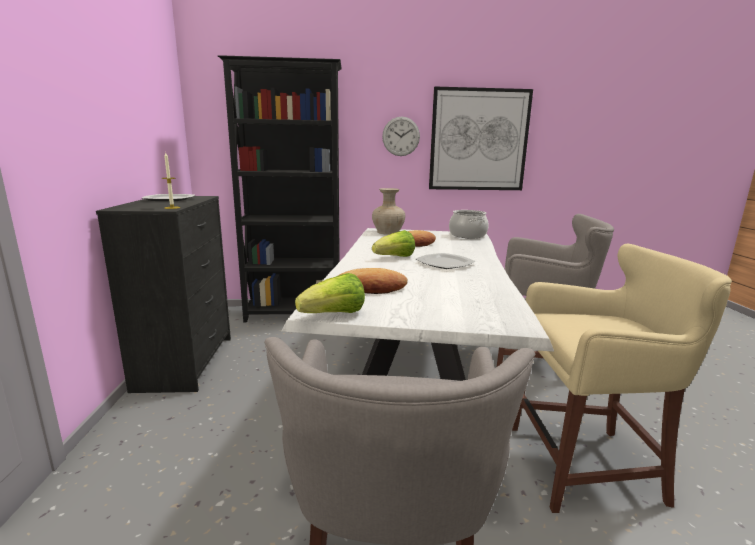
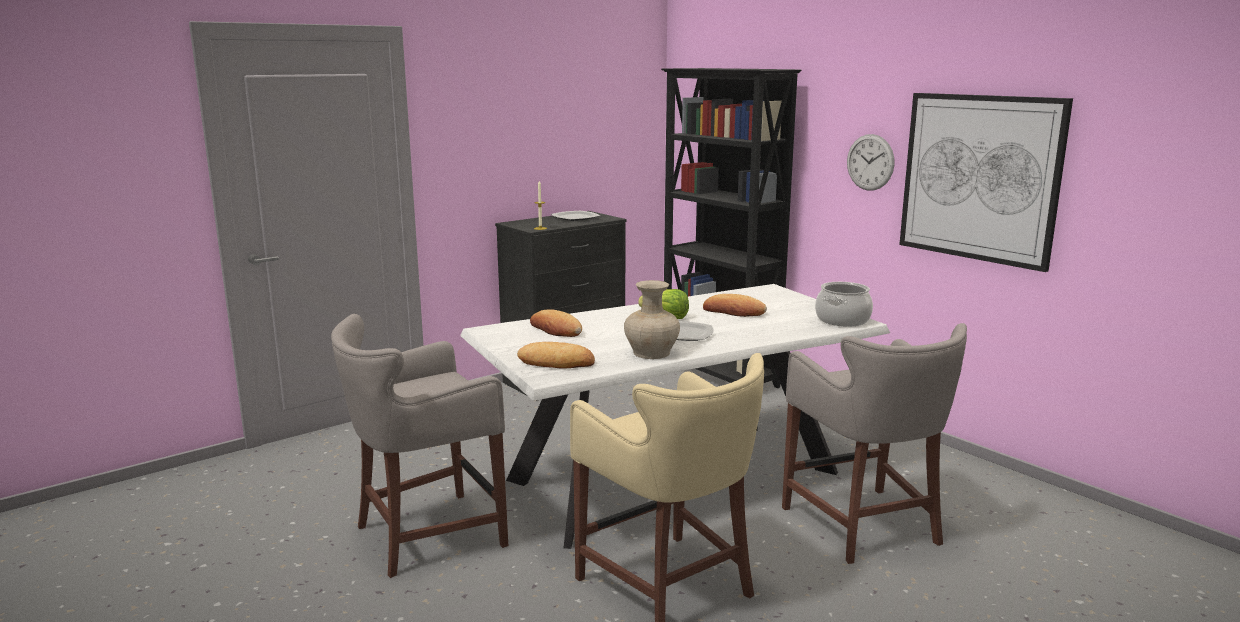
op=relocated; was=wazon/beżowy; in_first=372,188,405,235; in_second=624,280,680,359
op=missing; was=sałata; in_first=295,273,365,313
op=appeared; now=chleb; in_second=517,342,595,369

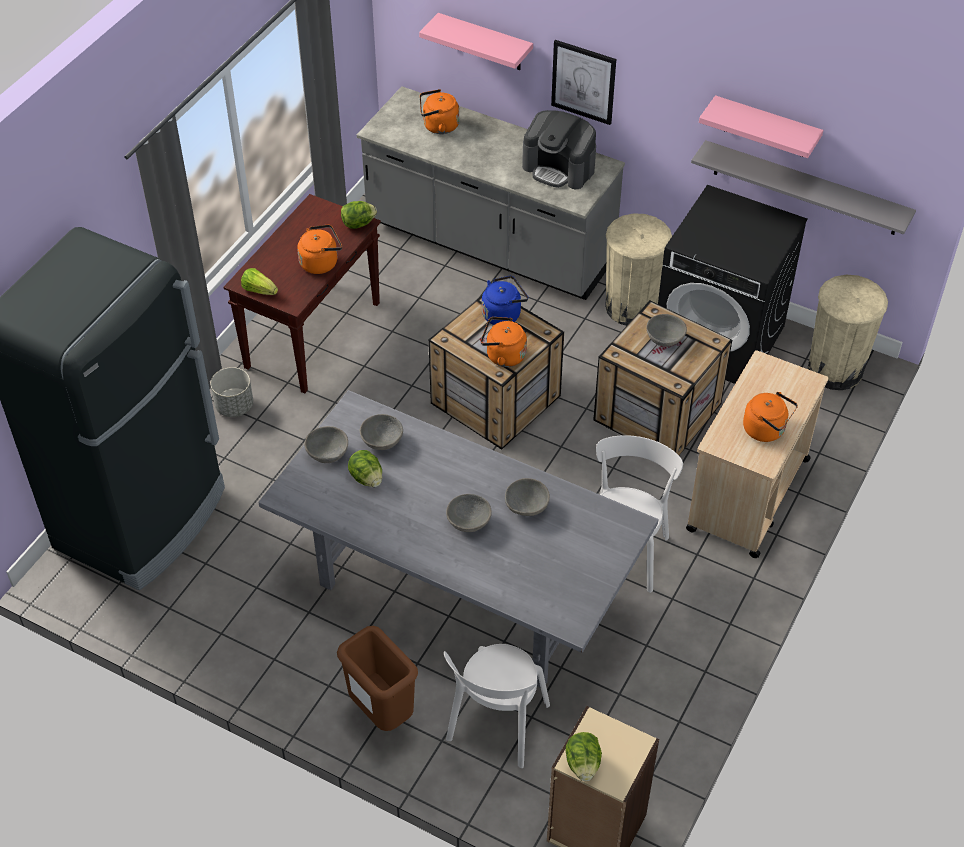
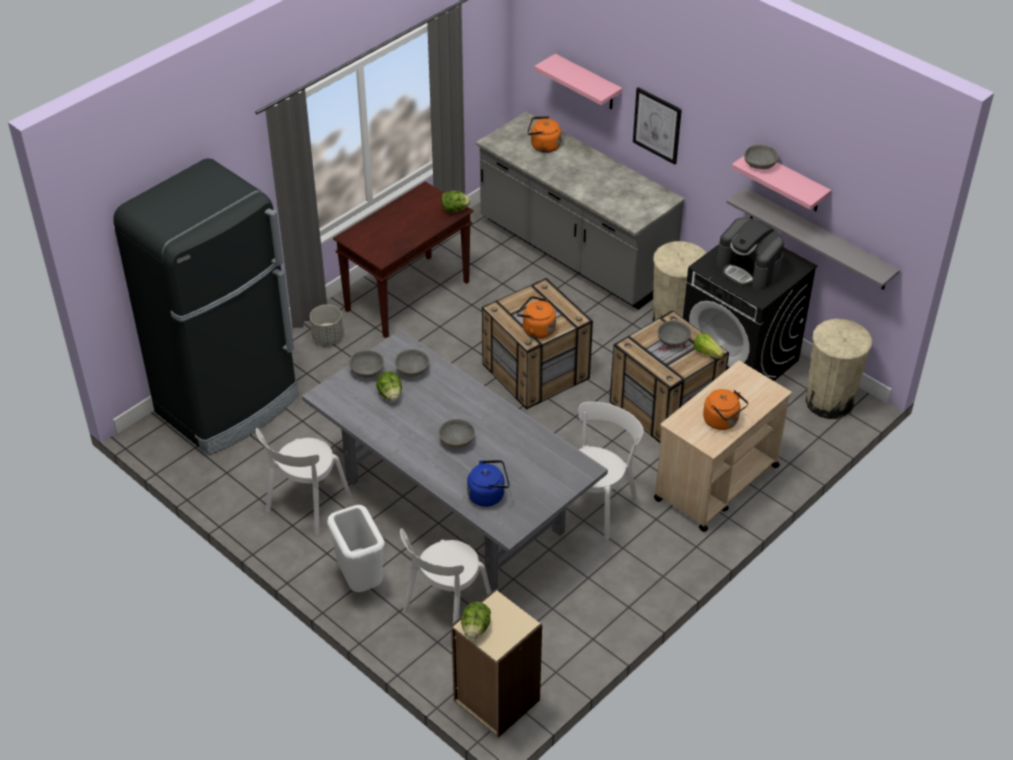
op=relocated; was=ekspres do kawy; in_first=522,110,596,189; in_second=716,218,784,291
op=missing; was=czajnik/pomarańczowy; in_first=297,224,342,274
op=relocated; was=sałata; in_first=241,268,278,295; in_second=693,333,724,359
op=relocated; was=czajnik/niebieski; in_first=482,276,528,325; in_second=467,460,509,507
op=relocated; was=miska/szary; in_first=505,478,550,516; in_second=744,144,779,169
op=colour; was=kosz na śmieci/brązowy; now=kosz na śmieci/biały; in_first=337,626,418,731; in_second=327,505,385,592
op=appeared; now=krzesło/biały; in_second=256,428,351,535

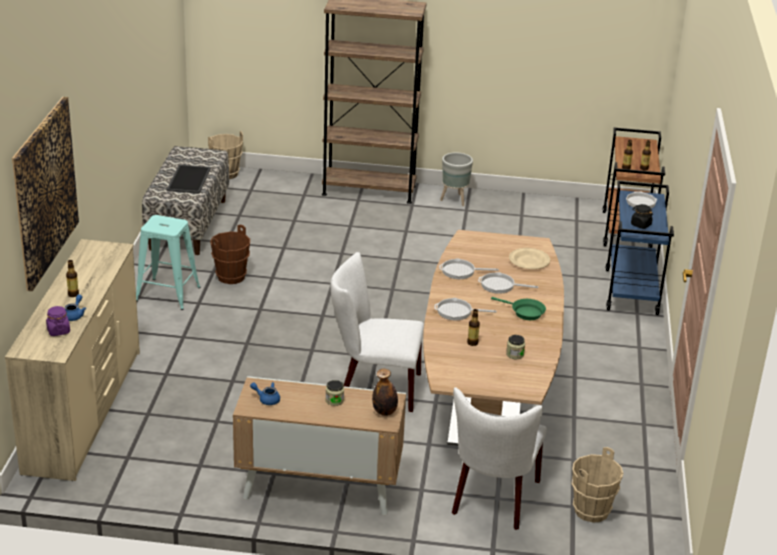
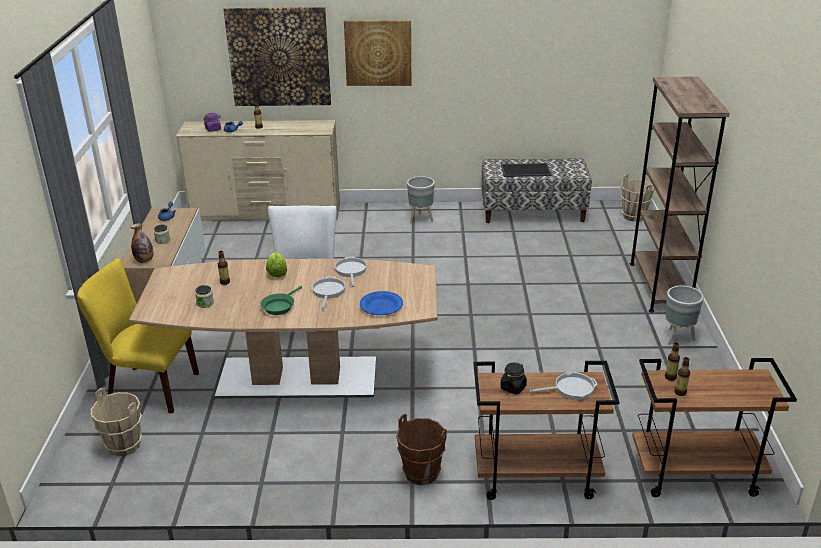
op=colour; was=wózek/niebieski; now=wózek/brązowy; in_first=606,181,674,315; in_second=473,361,620,500
op=exchanged; was=stołek/turkusowy; now=donica/szary; in_first=136,215,201,310; in_second=407,176,435,223
op=relocated; was=wiadro/brązowy; in_first=210,225,250,284; in_second=396,414,447,485
op=colour; was=talerz/beżowy; now=talerz/niebieski; in_first=509,248,550,269; in_second=360,291,403,315
op=exchanged; was=patelnia; now=sałata; in_first=434,298,497,320; in_second=266,252,287,277
op=colour; was=krzesło/biały; now=krzesło/żółty; in_first=452,387,547,530; in_second=77,258,199,413
op=appeared; now=obraz; in_second=344,20,411,86

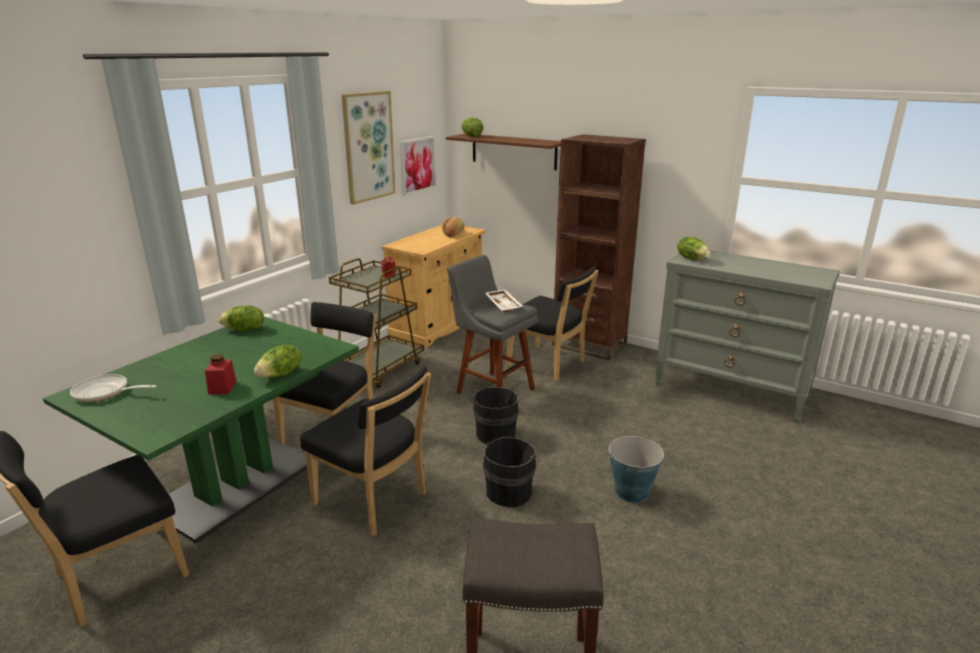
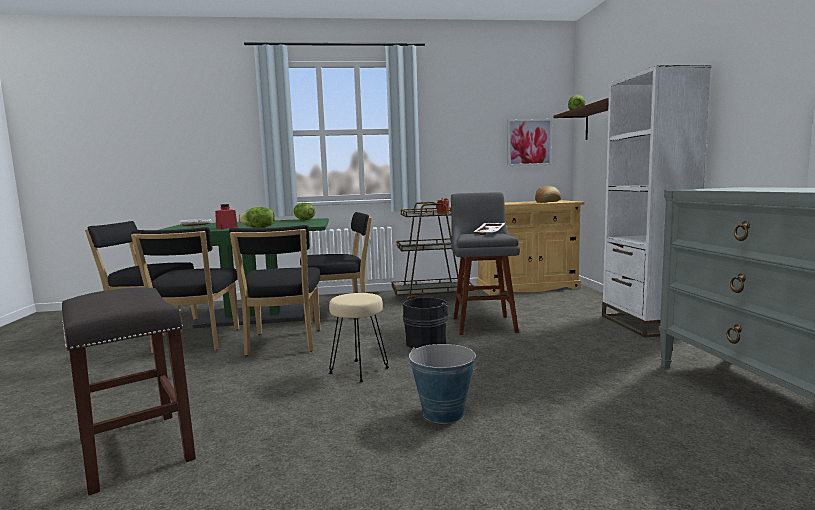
op=missing; was=obraz; in_first=342,91,396,205
op=colour; was=regał/brązowy; now=regał/biały; in_first=552,134,646,361; in_second=602,65,711,338
op=missing; was=sałata; in_first=677,237,710,260
op=relocated; was=krzesło/czarny; in_first=506,266,598,382; in_second=131,227,239,353
op=exchanged; was=wiadro/czarny; now=stołek/beżowy; in_first=483,437,541,507; in_second=329,293,389,382

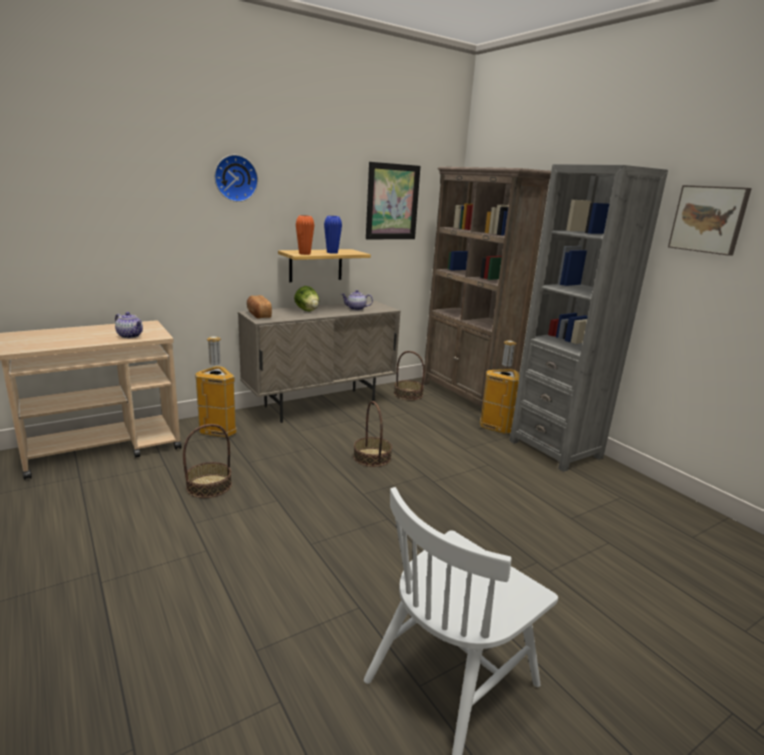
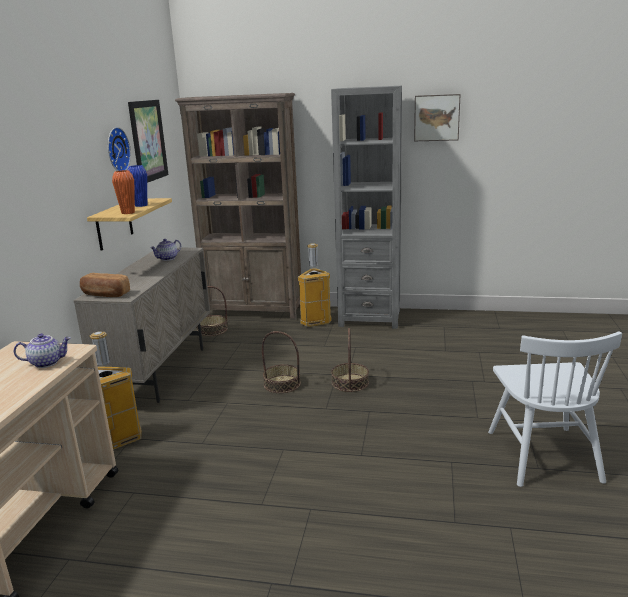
op=relocated; was=zegar ścienny; in_first=214,155,258,202; in_second=108,127,131,171
op=missing; was=sałata; in_first=294,286,319,311
op=relocated; was=koszyk; in_first=183,424,232,498; in_second=331,328,369,392

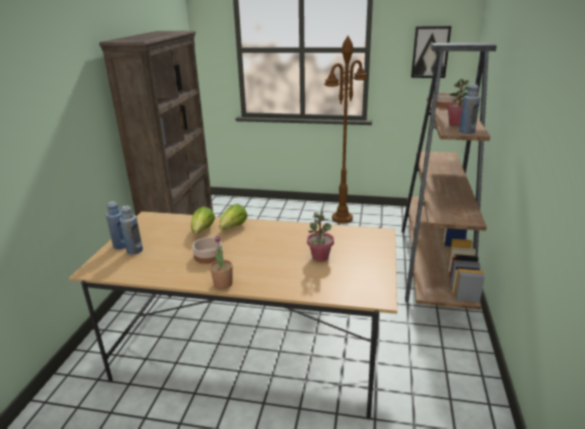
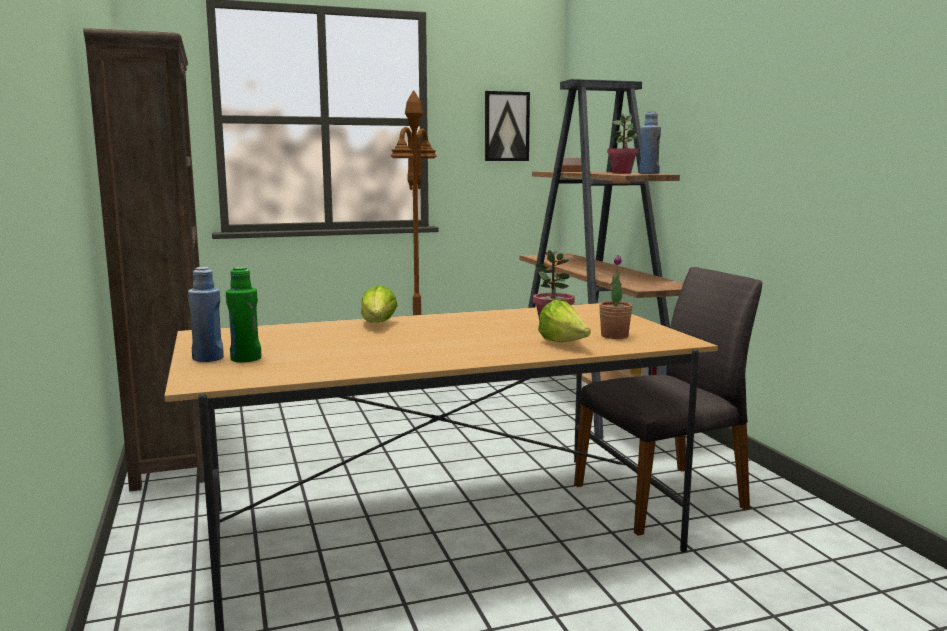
op=colour; was=butelka/niebieski; now=butelka/zielony; in_first=119,205,143,254; in_second=226,267,262,362
op=relocated; was=sałata; in_first=191,206,215,234; in_second=538,300,591,342
op=relocated; was=roślina doniczkowa; in_first=210,235,233,289; in_second=599,255,632,339
op=missing; was=miska; in_first=192,237,223,264
op=appeared; now=krzesło/szary; in_second=574,267,762,536

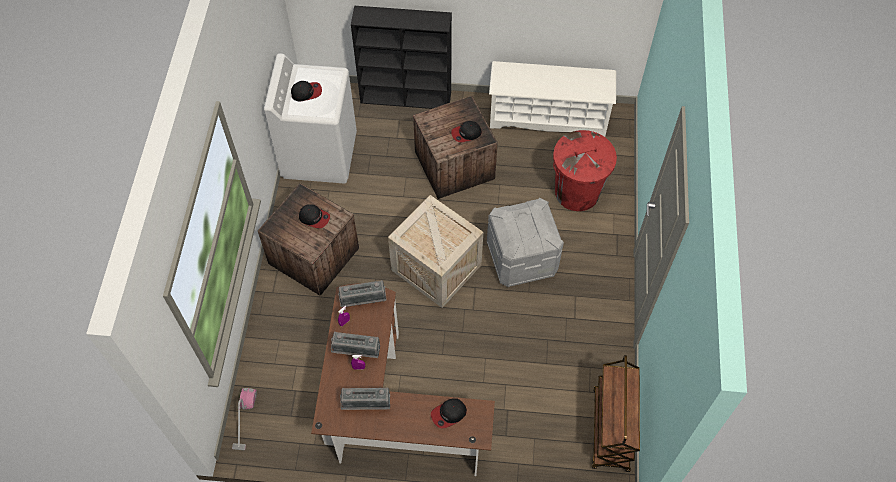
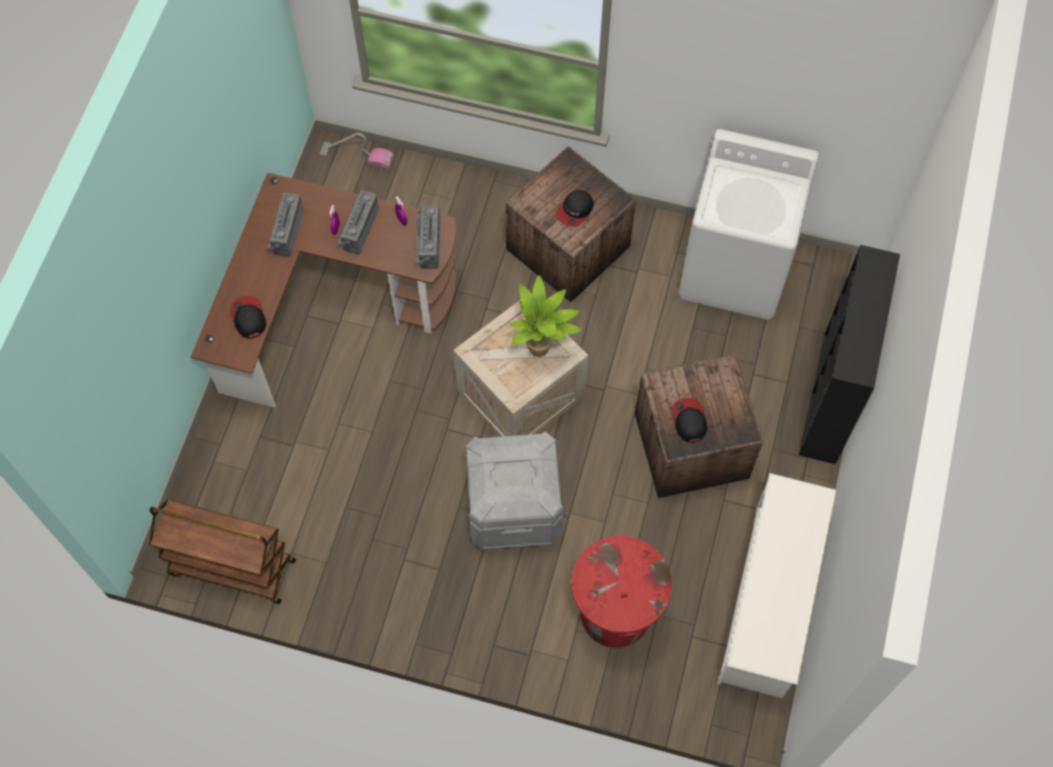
op=missing; was=czapka z daszkiem; in_first=291,81,322,102
op=appeared; now=roślina doniczkowa; in_second=510,275,582,357

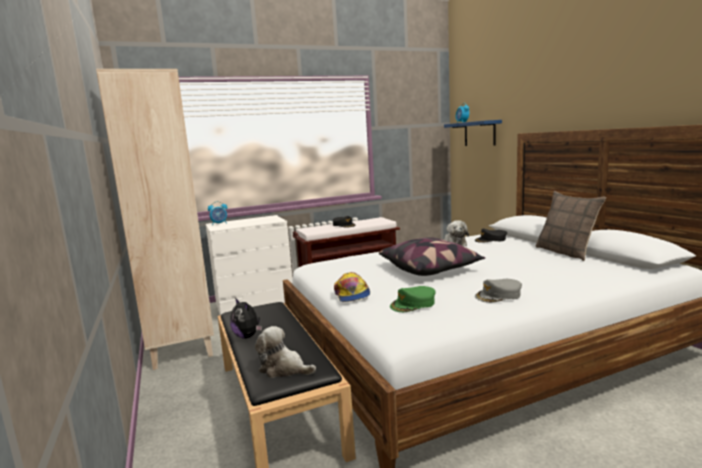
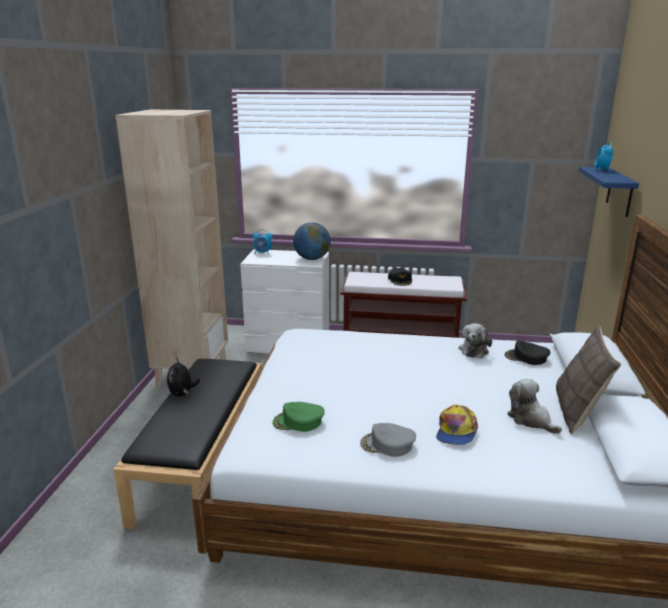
op=missing; was=poduszka; in_first=379,237,486,276
op=relocated; was=czapka z daszkiem; in_first=334,272,370,302; in_second=436,404,478,445
op=relocated; was=pluszak; in_first=255,326,316,378; in_second=507,379,562,434
op=appeared; now=globus; in_second=293,222,331,260

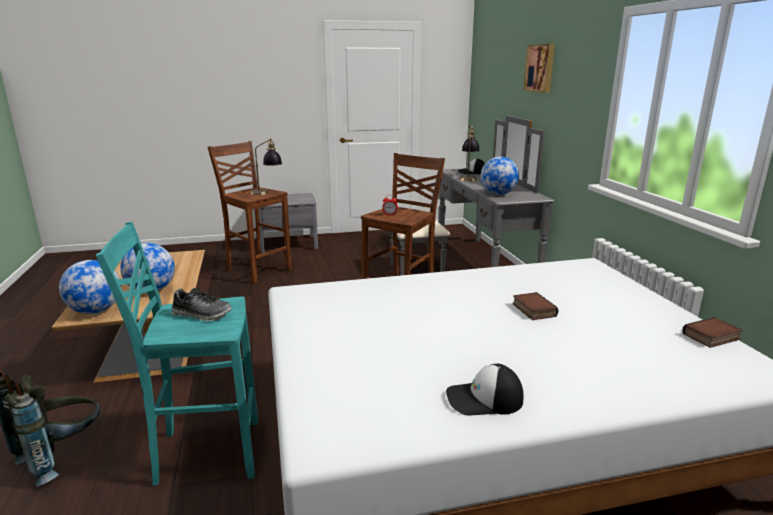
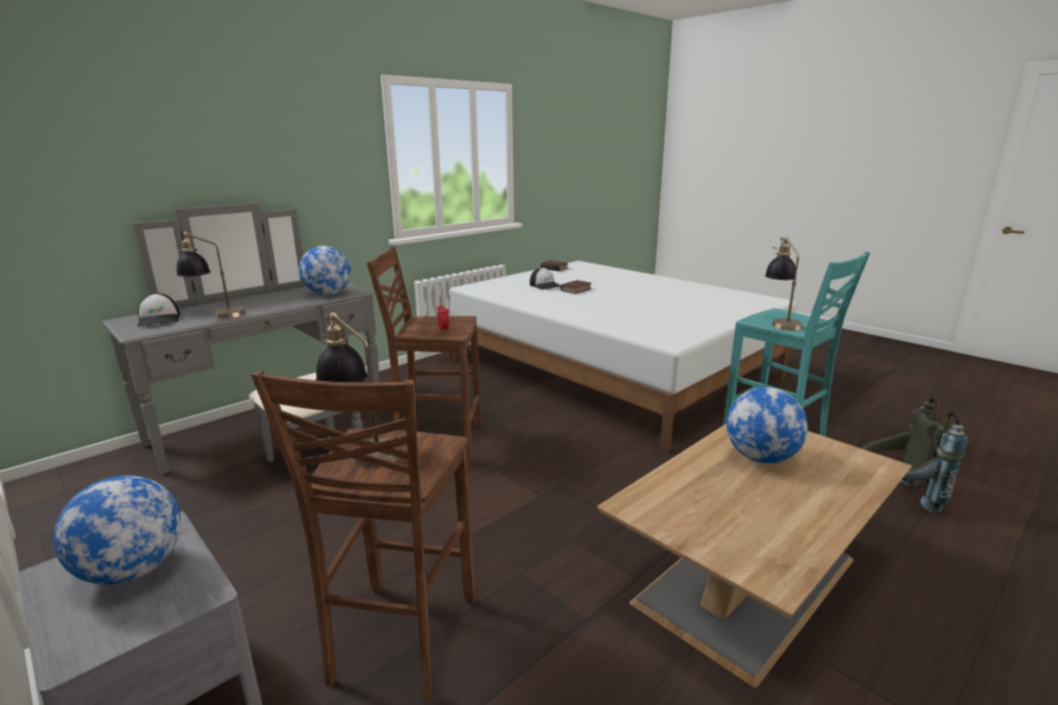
op=missing; was=obraz; in_first=524,44,555,93
op=relocated; was=globus; in_first=59,260,121,314; in_second=53,475,181,585
op=exchanged; was=but; now=lampa stołowa; in_first=171,288,232,321; in_second=765,236,803,331
op=relocated; was=czapka z daszkiem; in_first=446,364,524,416; in_second=530,268,561,290

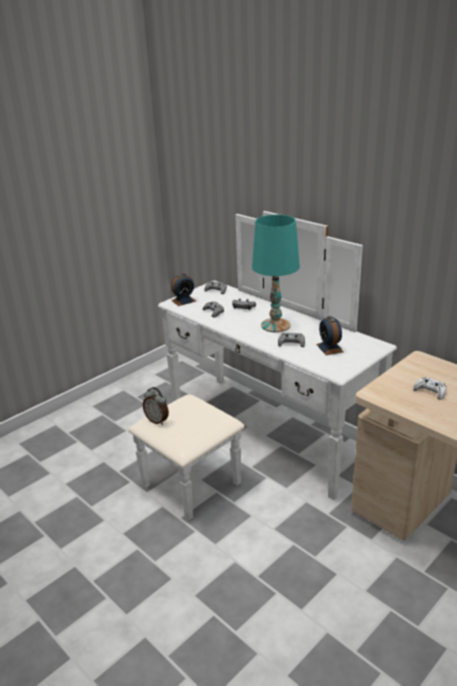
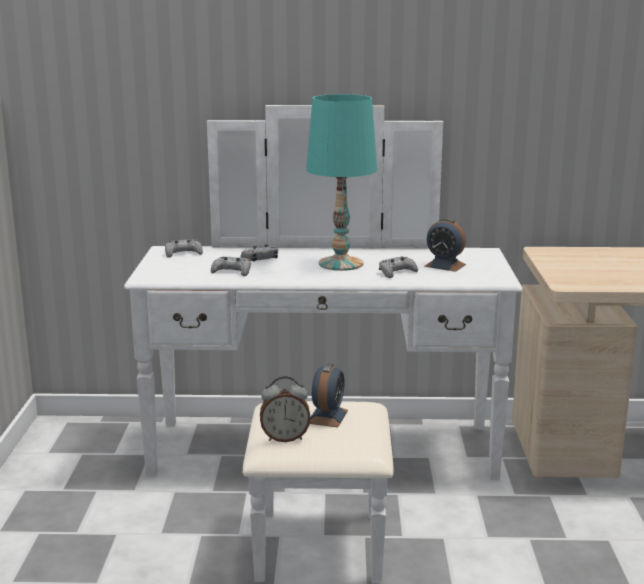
op=relocated; was=budzik; in_first=171,273,196,306; in_second=310,363,348,428
op=missing; was=pad do gier/biały; in_first=413,377,447,400

